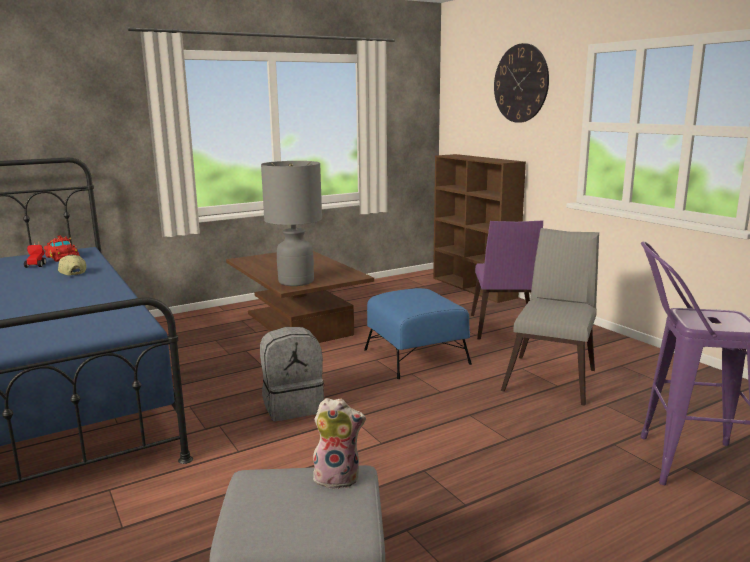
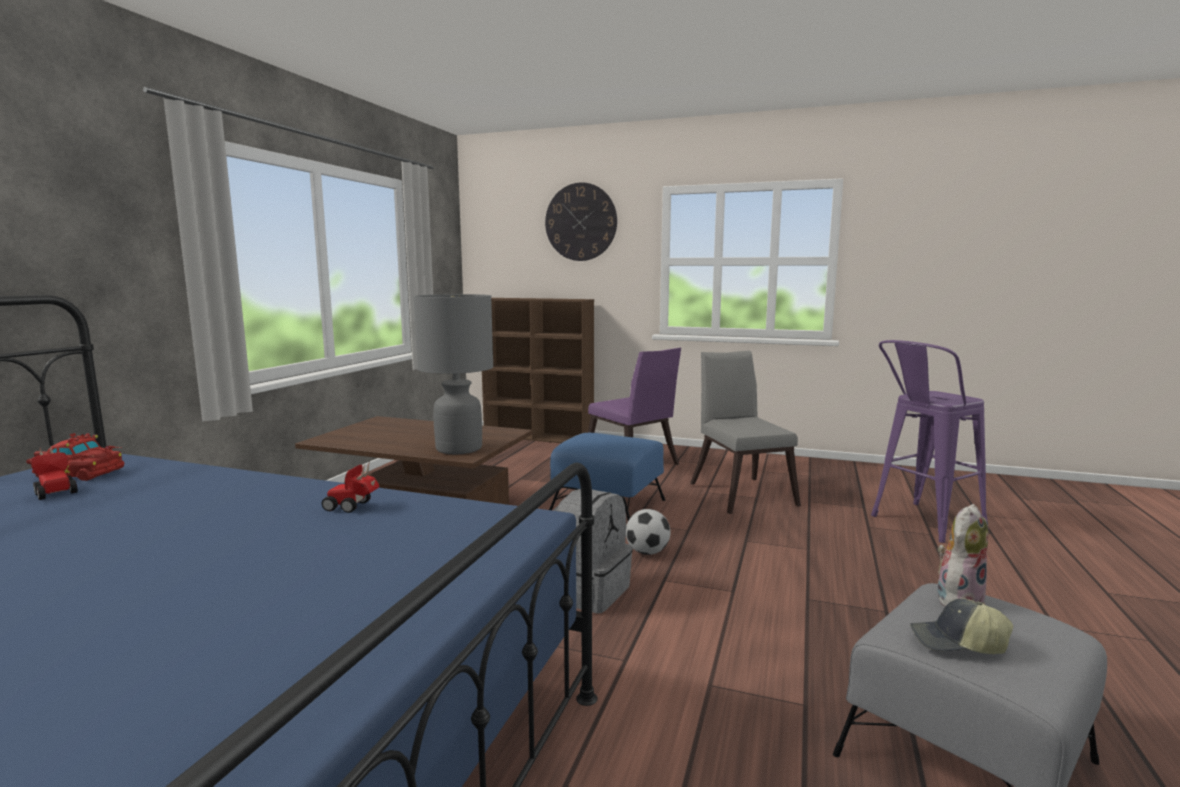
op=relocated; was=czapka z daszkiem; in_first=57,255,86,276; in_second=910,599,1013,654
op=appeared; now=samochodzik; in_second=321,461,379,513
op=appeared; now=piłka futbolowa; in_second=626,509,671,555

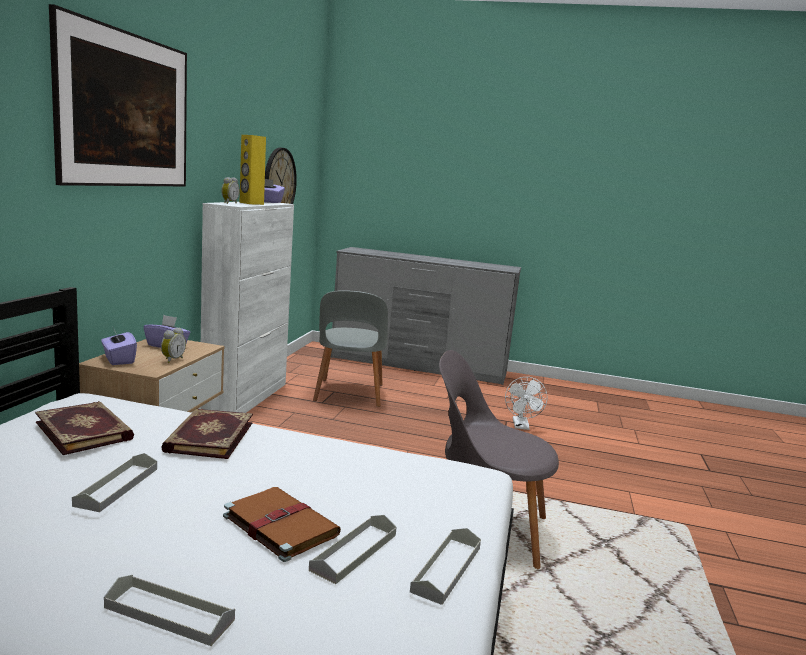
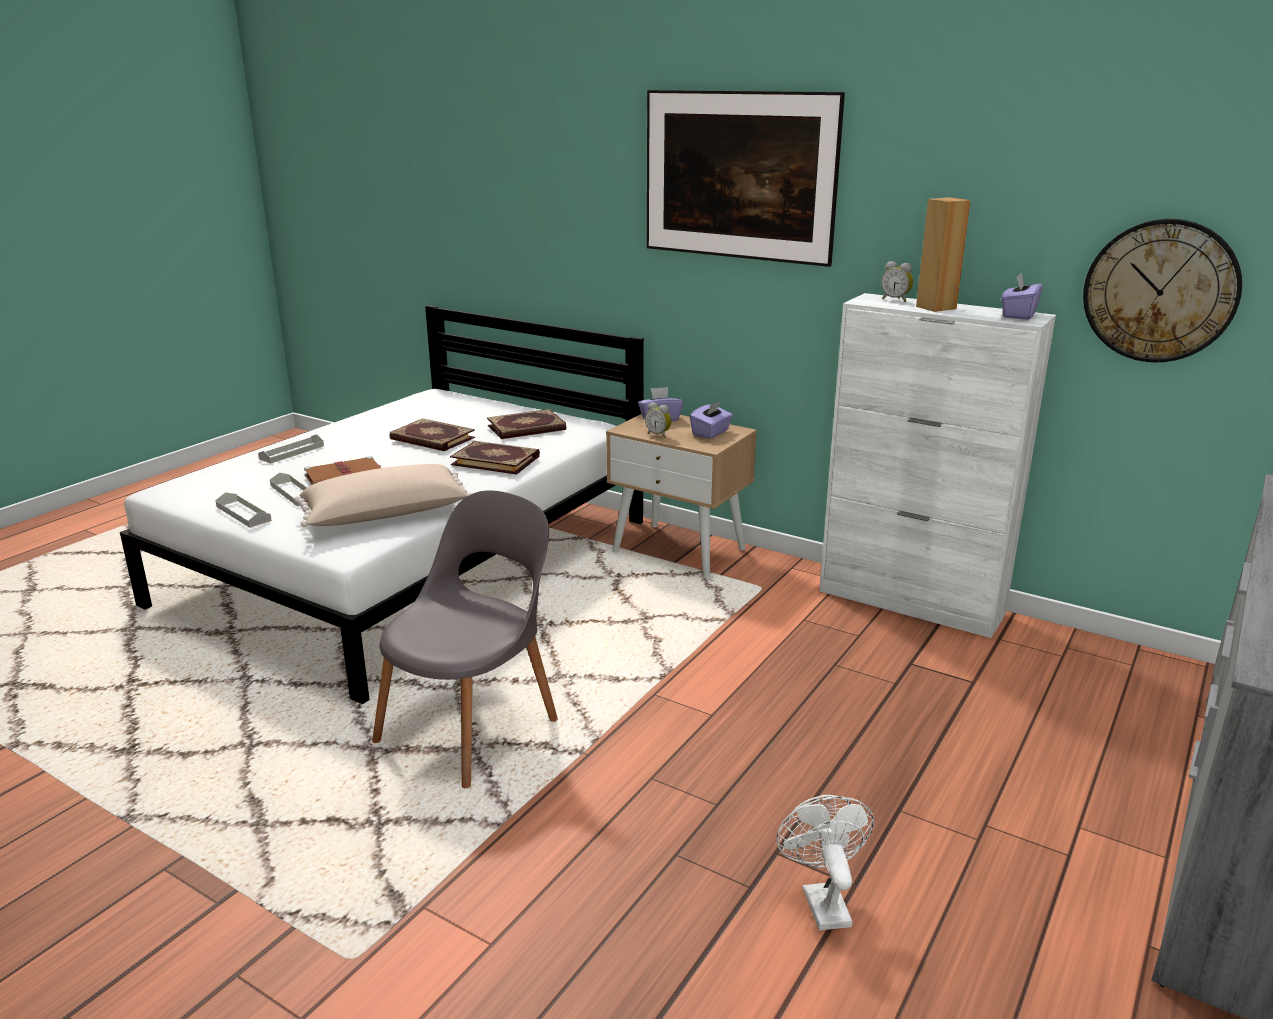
op=colour; was=głośnik/żółty; now=głośnik/brązowy; in_first=240,135,266,205; in_second=916,197,971,312
op=missing; was=krzesło/szary; in_first=313,290,388,407
op=spun; was=wentylator/biały; in_first=505,377,547,430; in_second=777,795,874,930; clockwise=60
op=exchanged; was=taca/szary; now=książka; in_first=72,453,157,512; in_second=389,418,475,451
op=appeared; now=poduszka/beżowy; in_second=294,464,472,527

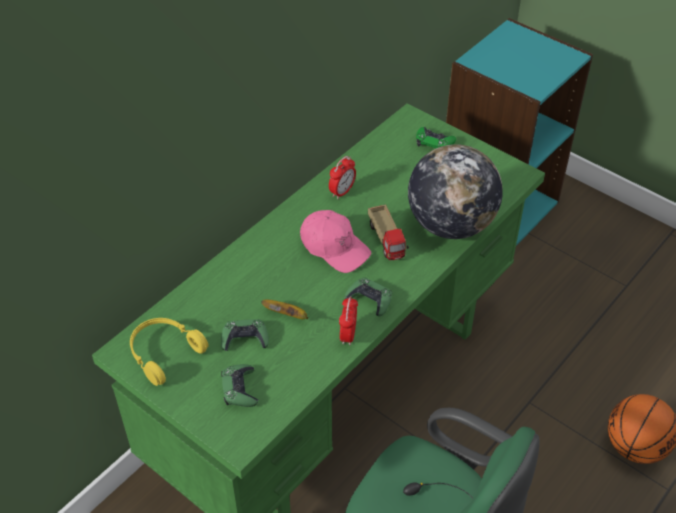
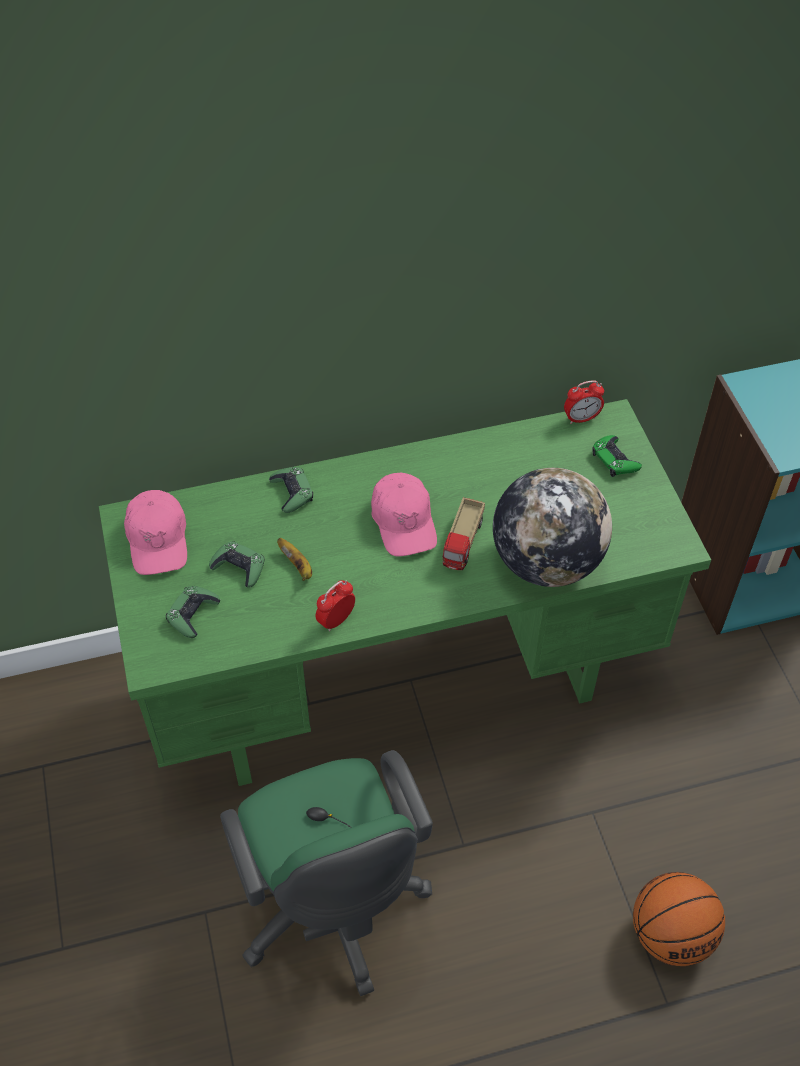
op=relocated; was=budzik; in_first=329,156,356,199; in_second=564,380,604,424
op=relocated; was=pad do gier/zielony; in_first=345,278,392,317; in_second=269,467,313,513
op=exchanged; was=słuchawki/żółty; now=czapka z daszkiem/różowy; in_first=130,318,209,386; in_second=124,490,187,575

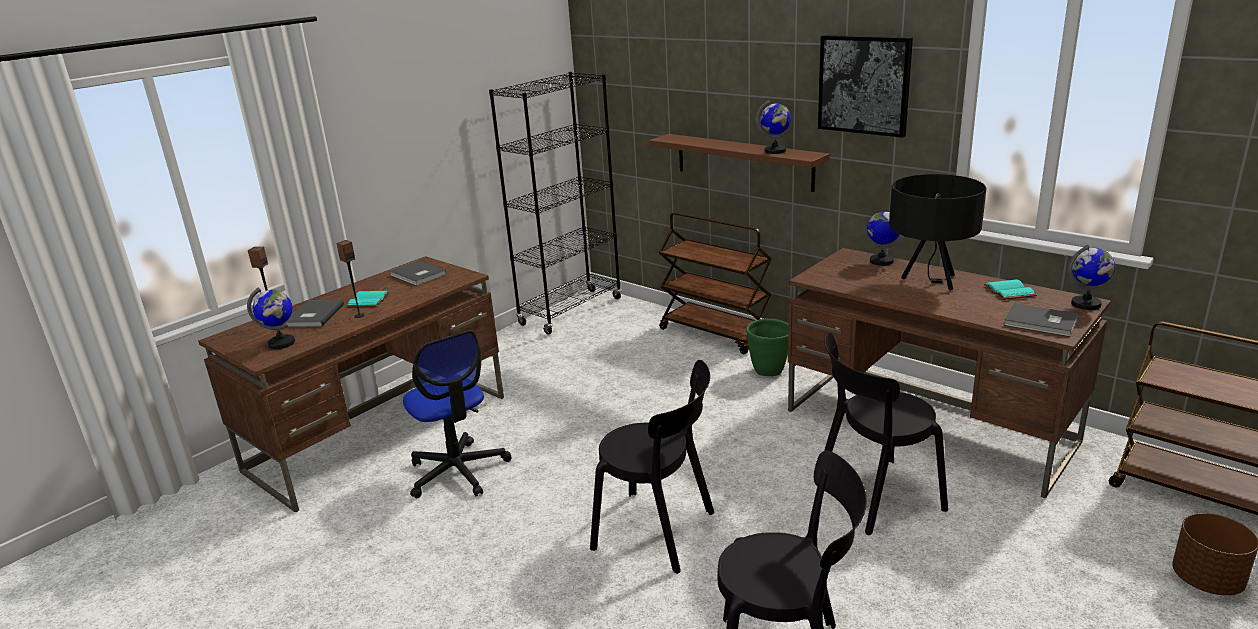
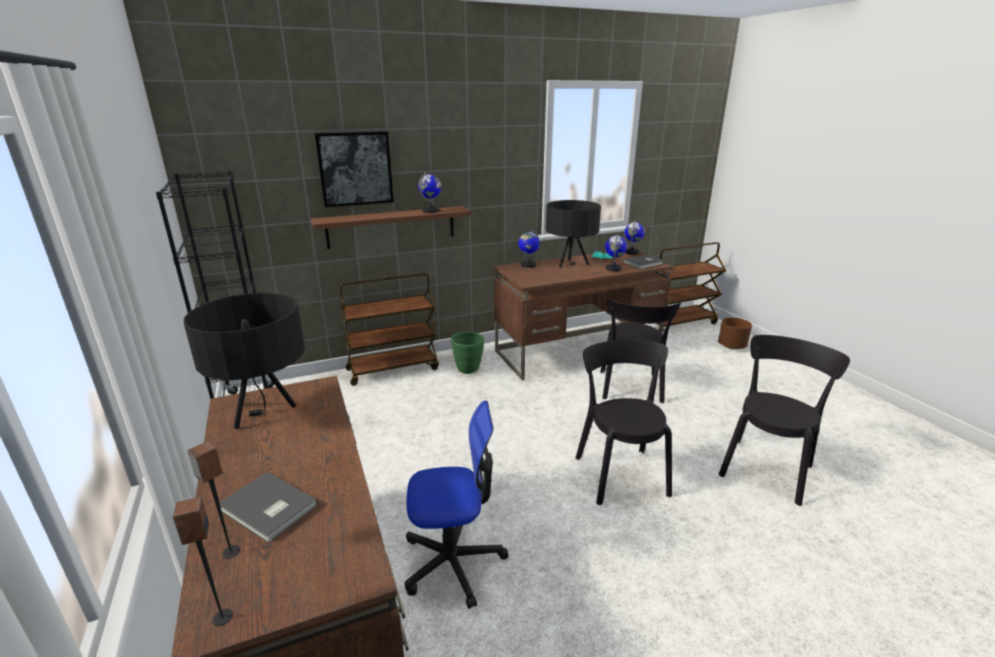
op=relocated; was=obraz; in_first=818,35,913,138; in_second=315,131,394,207
op=relocated; was=głośnik; in_first=336,240,365,318; in_second=173,497,233,626
op=exchanged; was=książka/szary; now=lampa stołowa/czarny; in_first=389,260,446,286; in_second=184,293,305,429
op=relocated; was=globus; in_first=247,287,295,349; in_second=605,234,627,271
op=missing; was=książka/turkusowy; in_first=346,291,390,307
op=spun; was=krzesło/czarny; in_first=590,360,714,574; in_second=576,340,672,505; clockwise=-60

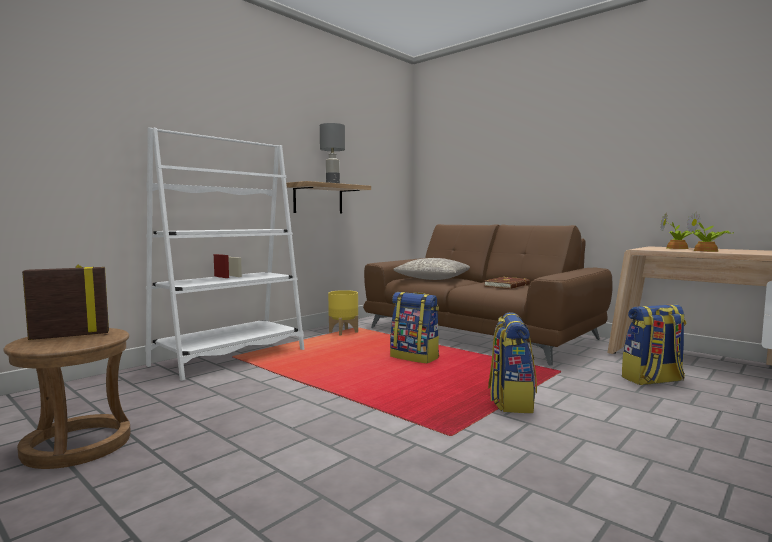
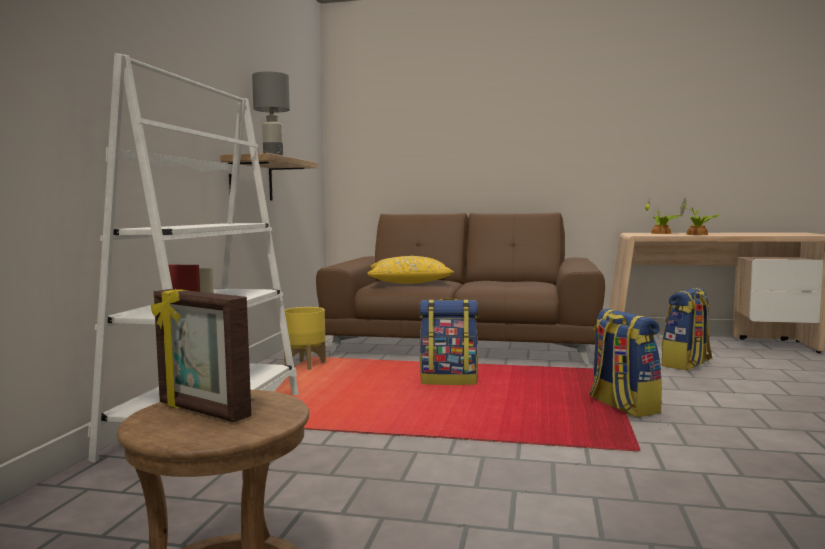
op=colour; was=poduszka/szary; now=poduszka/żółty; in_first=394,258,470,280; in_second=367,256,454,284
op=spun; was=ramka na zdjęcie; in_first=22,265,109,340; in_second=151,289,251,422; clockwise=-90
op=missing; was=książka/brązowy; in_first=484,277,530,289

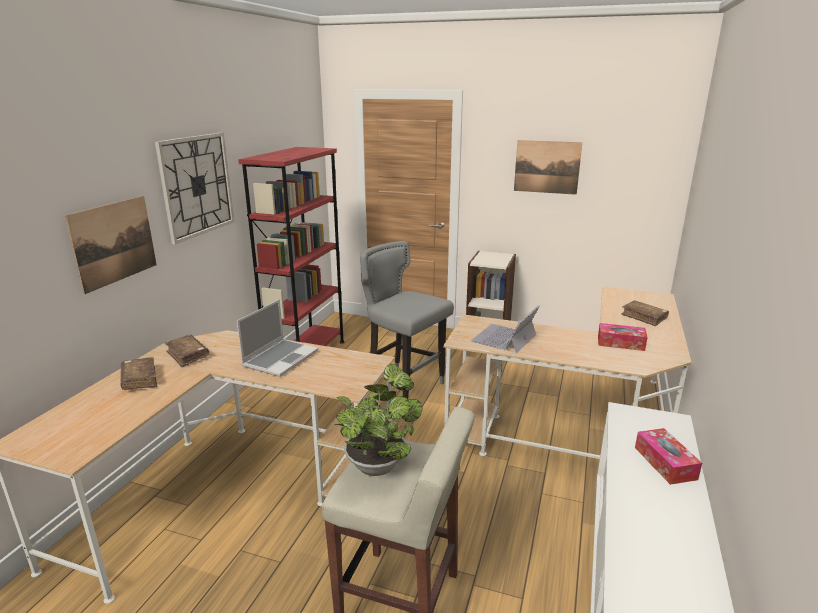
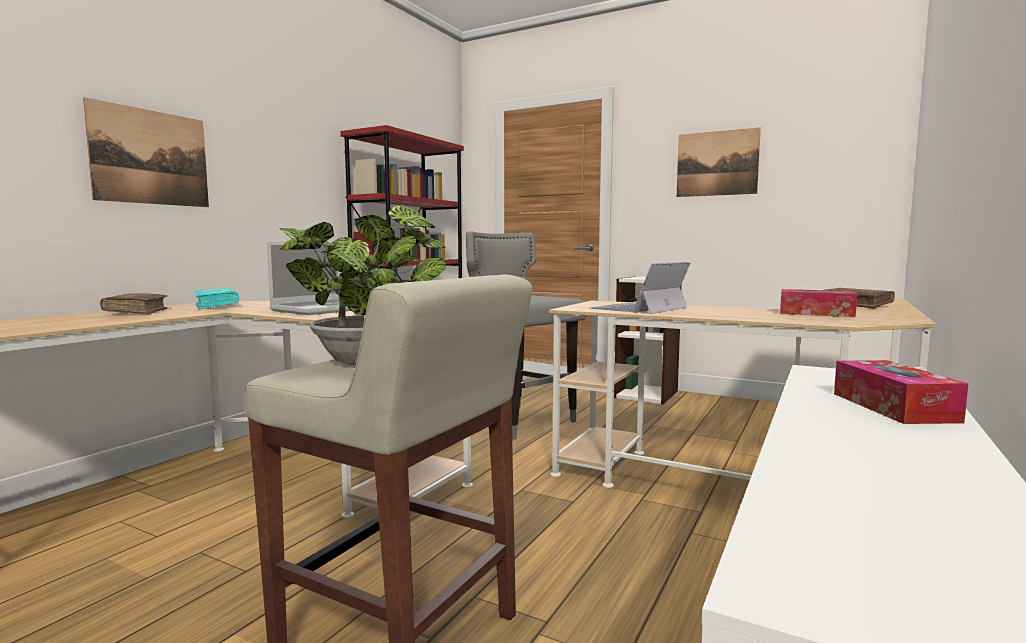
op=missing; was=zegar ścienny; in_first=155,133,234,244
op=colour; was=książka/brązowy; now=książka/turkusowy; in_first=164,335,209,367; in_second=194,289,239,310

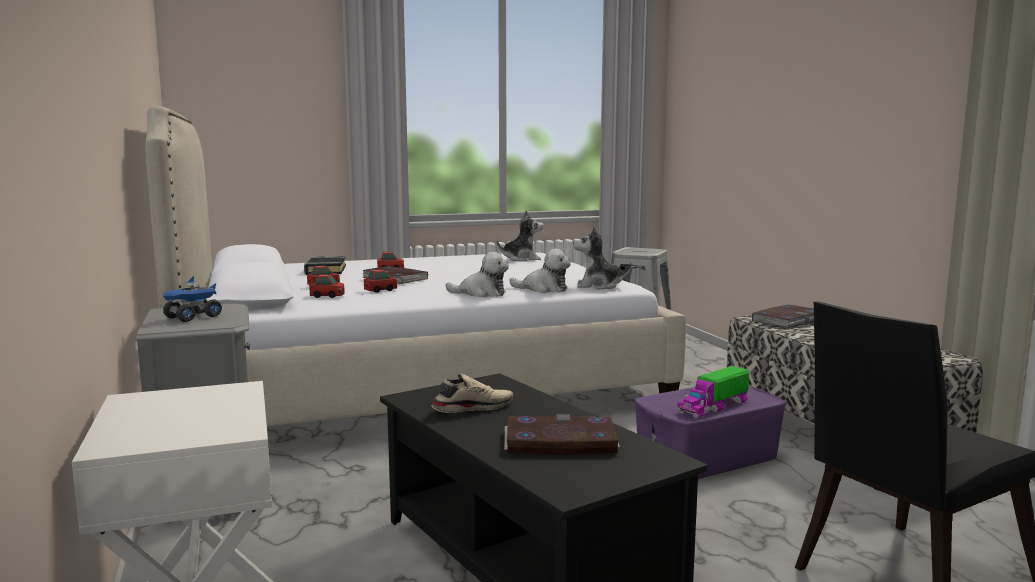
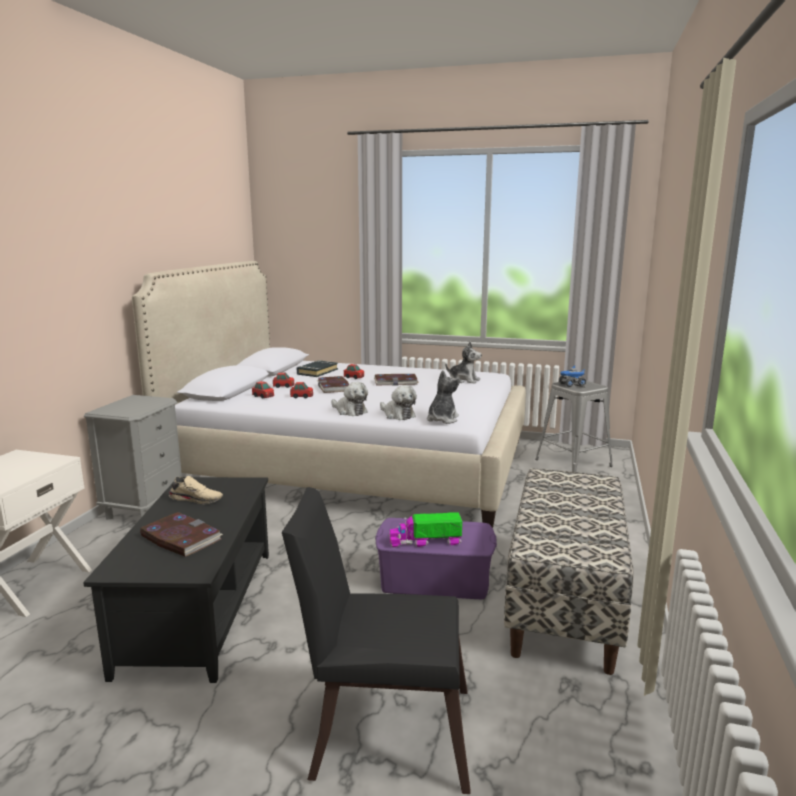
op=spun; was=pluszak; in_first=573,227,631,290; in_second=427,370,460,424; clockwise=75
op=relocated; was=ciężarówka zabawkowa; in_first=163,276,222,322; in_second=559,365,586,387
op=relocated; was=książka; in_first=752,305,814,328; in_second=374,374,419,386

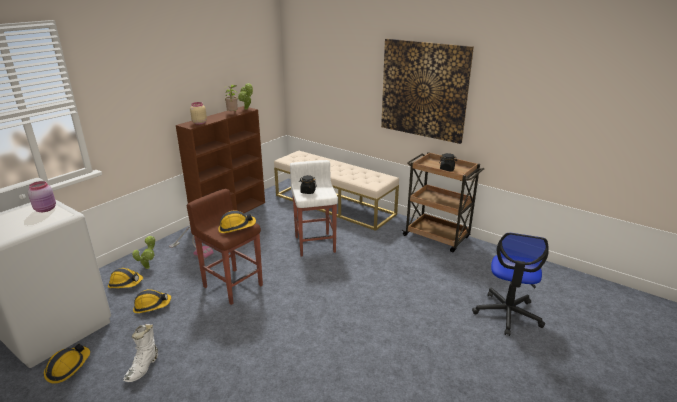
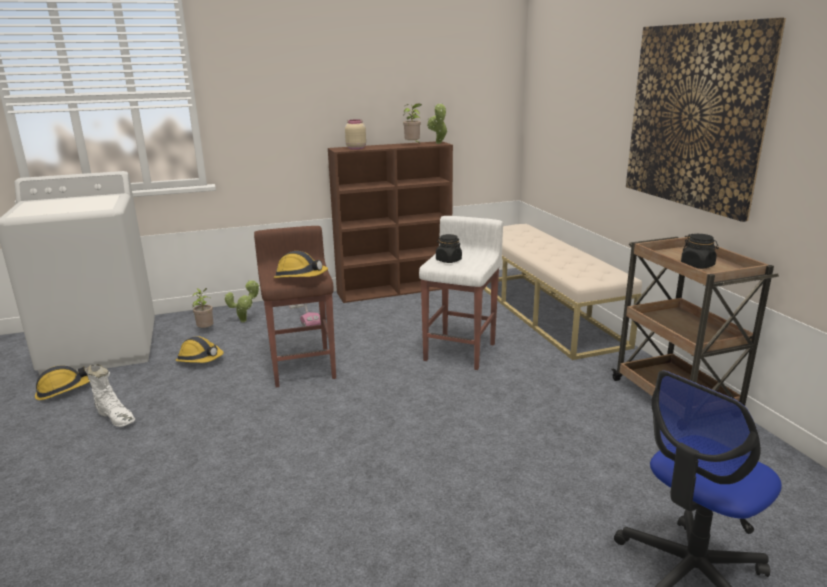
op=missing; was=słoik/różowy; in_first=28,181,56,212
op=exchanged; was=kask; now=roślina doniczkowa; in_first=108,268,143,288; in_second=192,288,213,328
op=spun; was=but z cholewką/biały; in_first=123,324,158,382; in_second=86,364,135,427; clockwise=-105

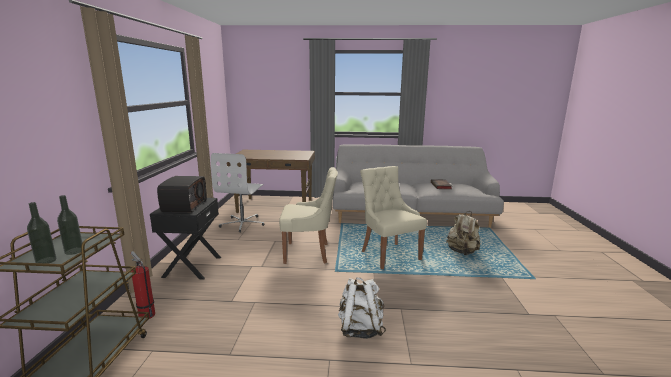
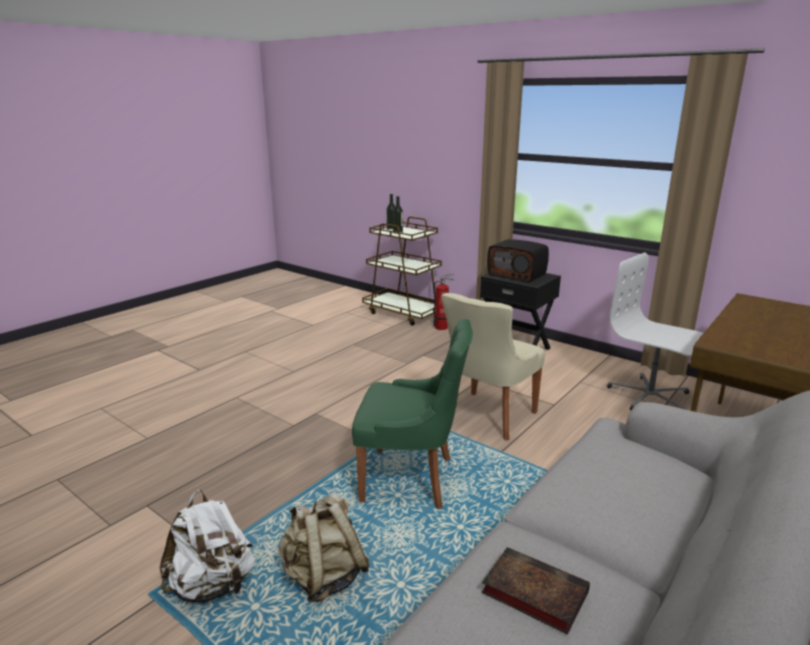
op=colour; was=krzesło/beżowy; now=krzesło/zielony; in_first=360,166,427,269; in_second=352,319,473,509
op=relocated; was=plecak/biały; in_first=338,277,386,339; in_second=160,490,255,603

